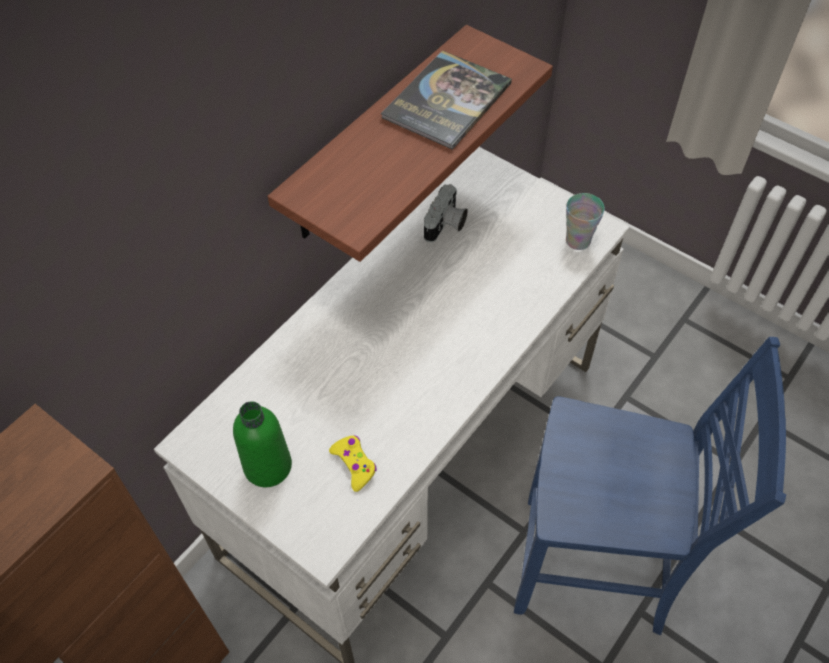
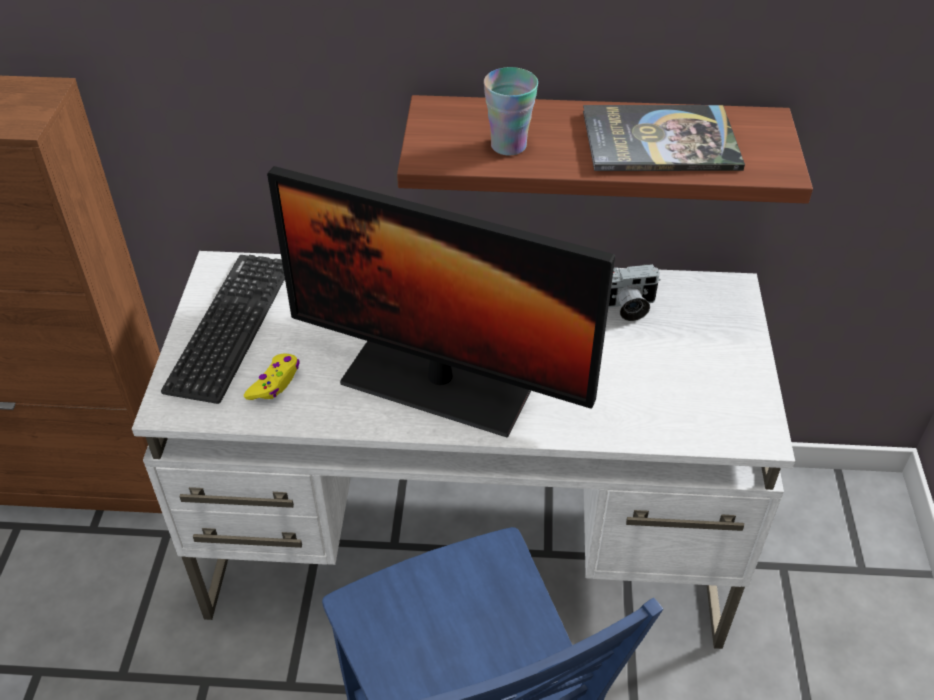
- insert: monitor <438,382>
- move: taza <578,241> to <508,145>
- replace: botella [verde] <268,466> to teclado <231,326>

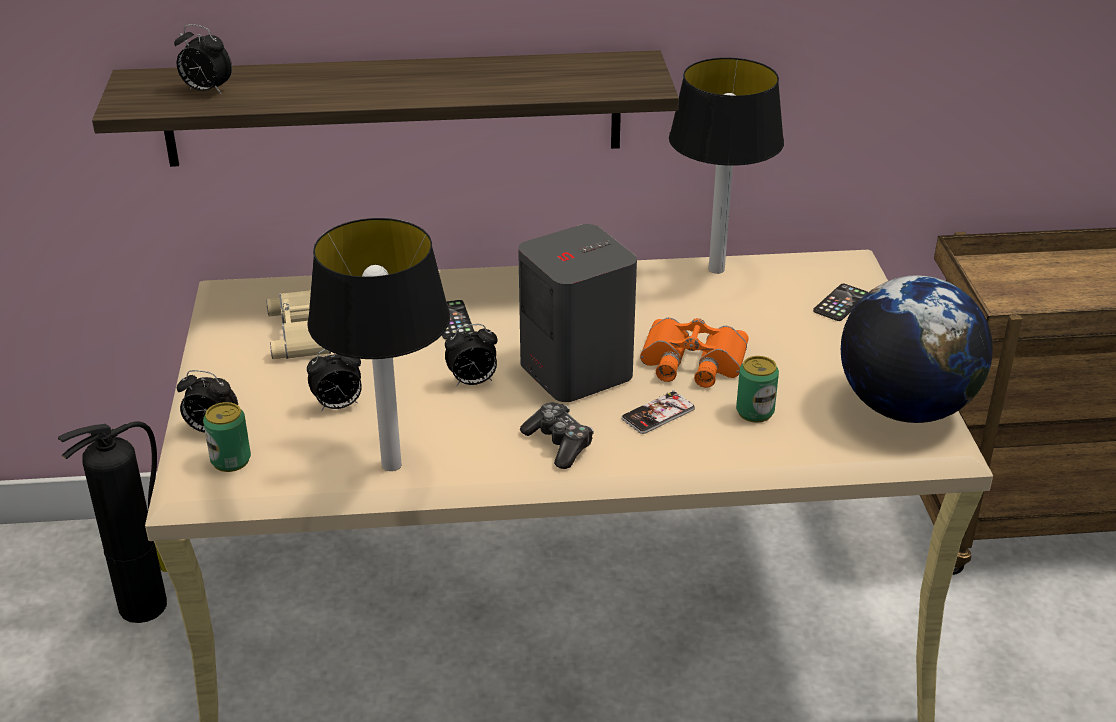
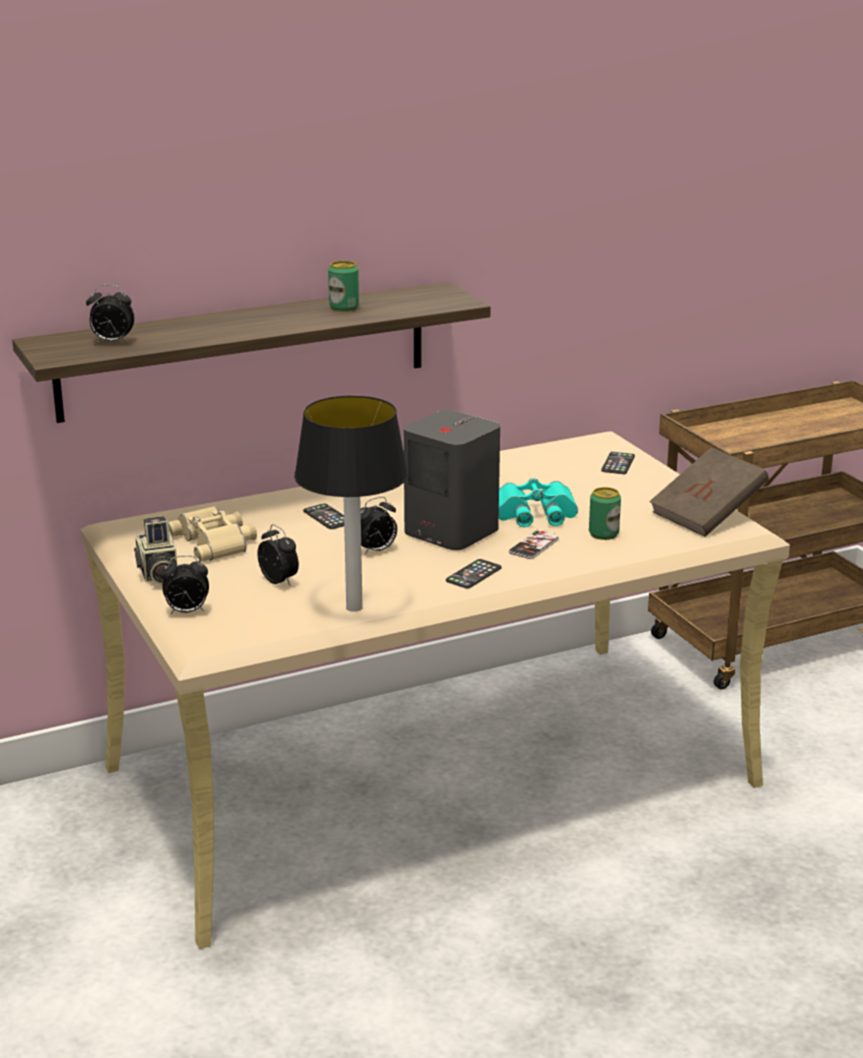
- delete: extintor <146,605>
- delete: lámpara de mesa <717,269>
- insert: cámara <157,574>
- move: lata <231,460> to <344,307>
- replace: mando de consola <559,444> to móvil <473,574>
- replace: globo terráqueo <904,408> to libro [marrón] <707,515>
- recolor: prismáticos [naranja] <691,362> to prismáticos [turquesa] <534,513>
- rotate: despertador <338,406> = <280,581> 90 degrees counterclockwise

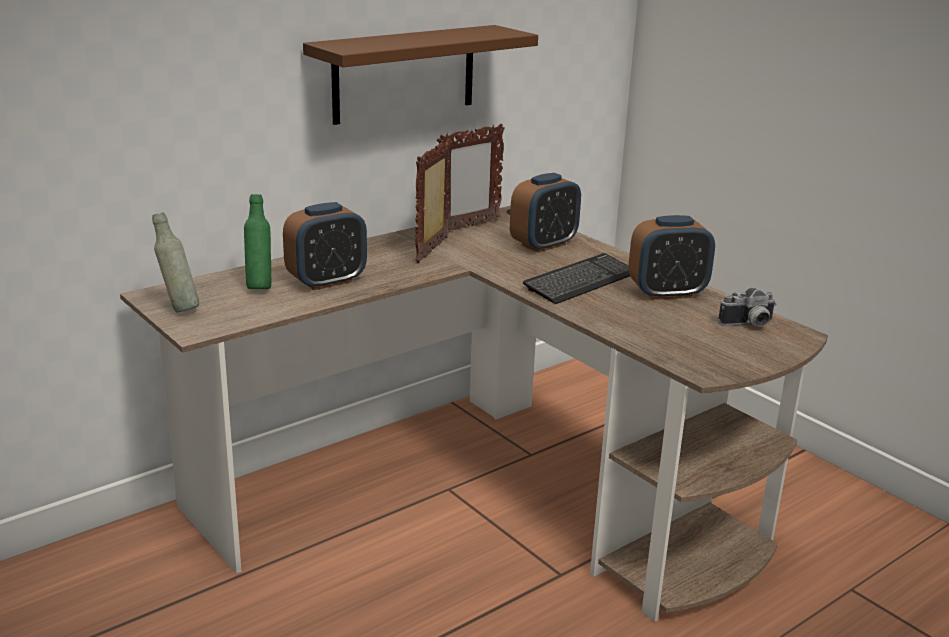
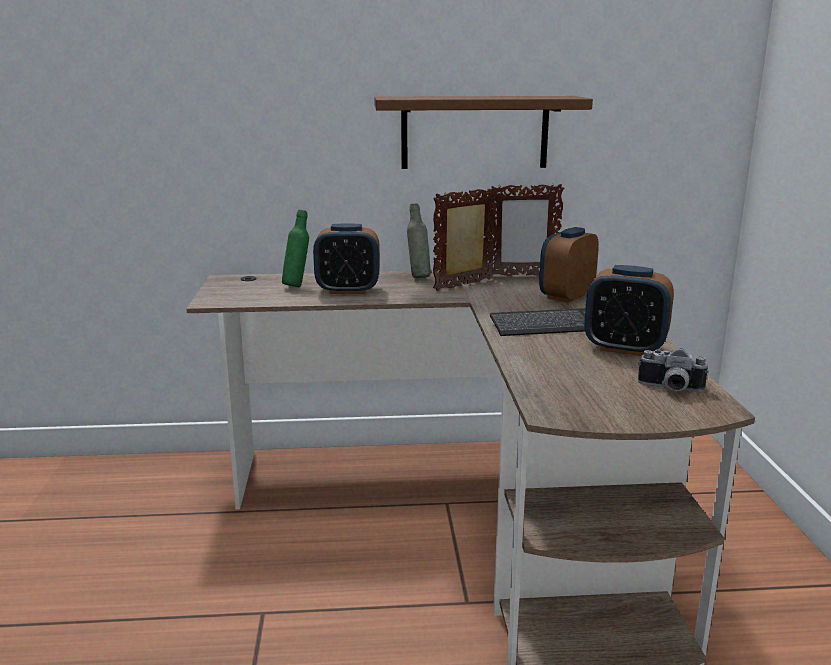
- move: botella [gris] <179,309> to <418,277>
- rotate: despertador <543,245> = <566,296> 135 degrees clockwise

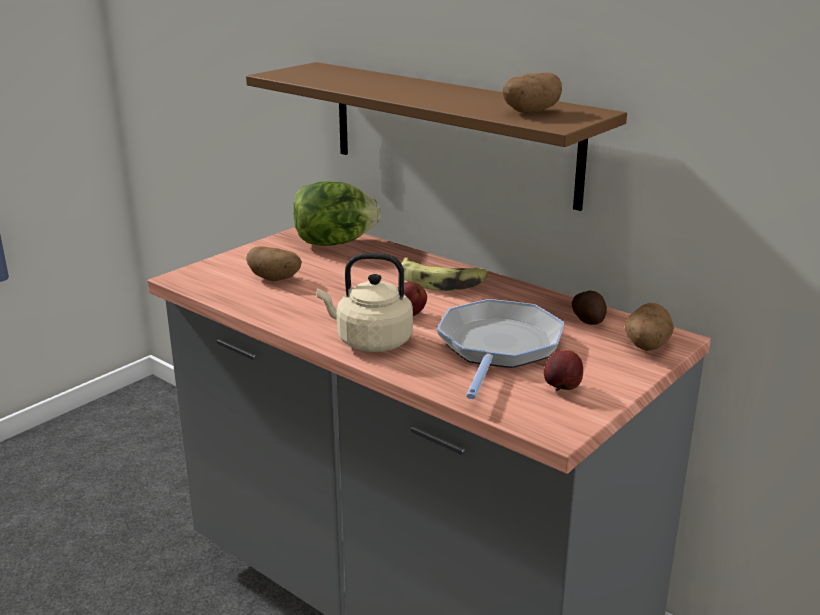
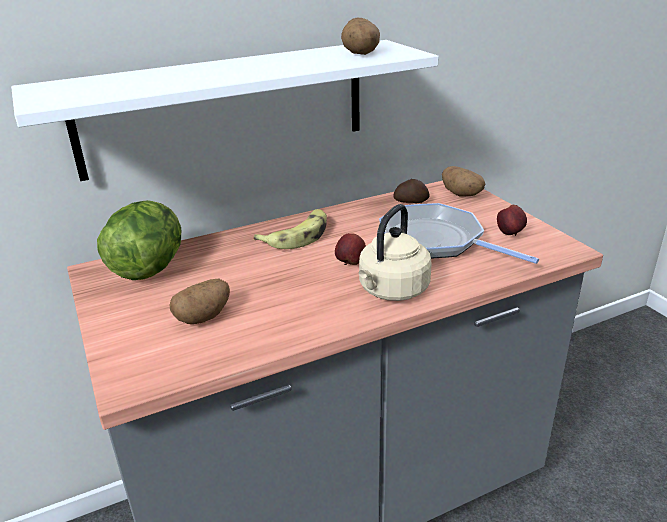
- recolor: estante [marrón] <451,132> to estante [blanco] <225,108>

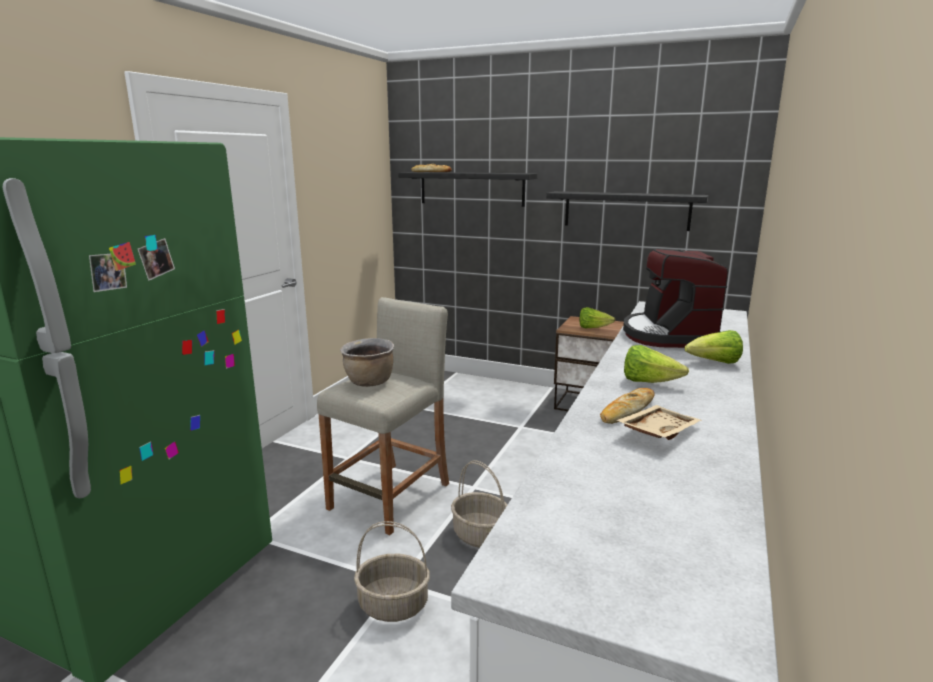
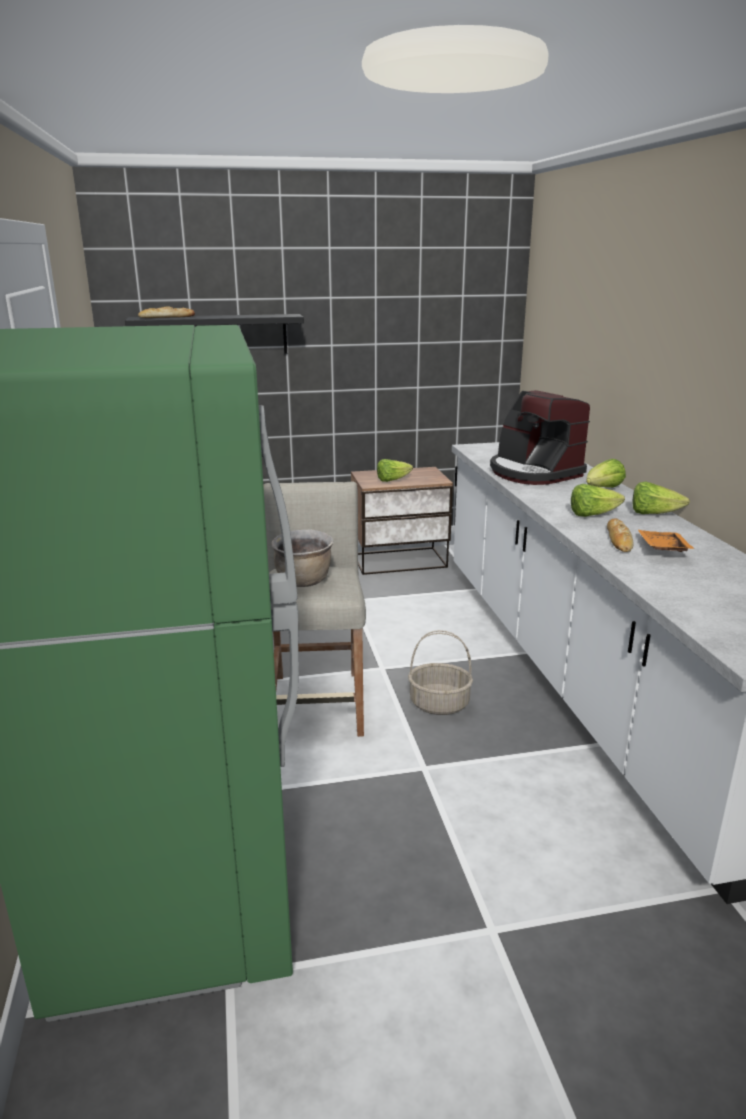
- delete: cesta <394,604>
- delete: estante [negro] <626,210>
- insert: lechuga <653,514>
- recolor: bandeja [beis] <657,431> to bandeja [naranja] <661,549>

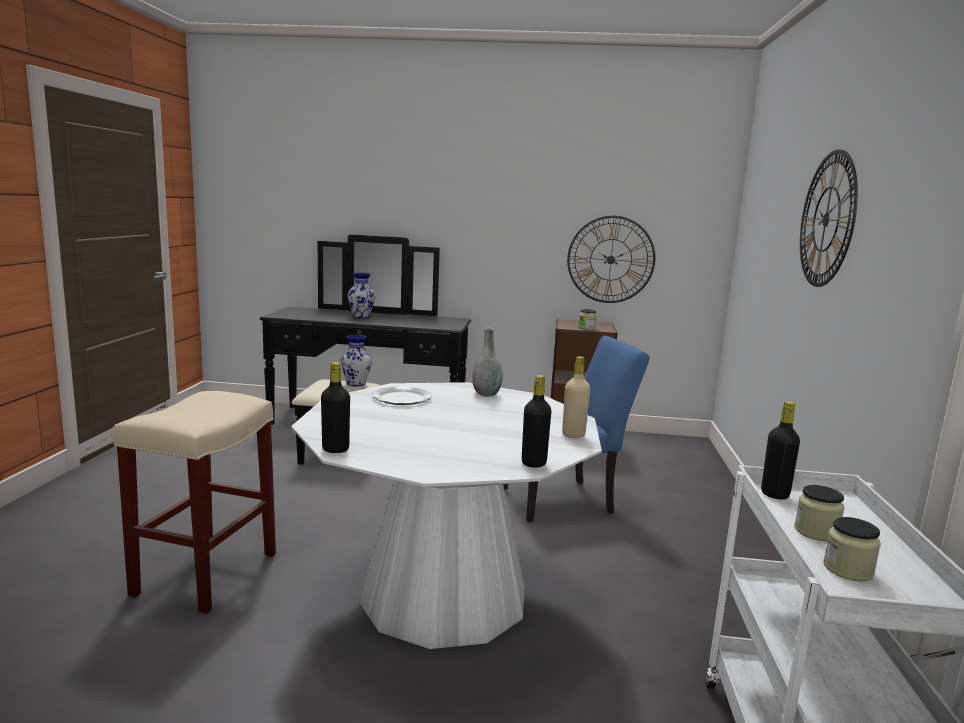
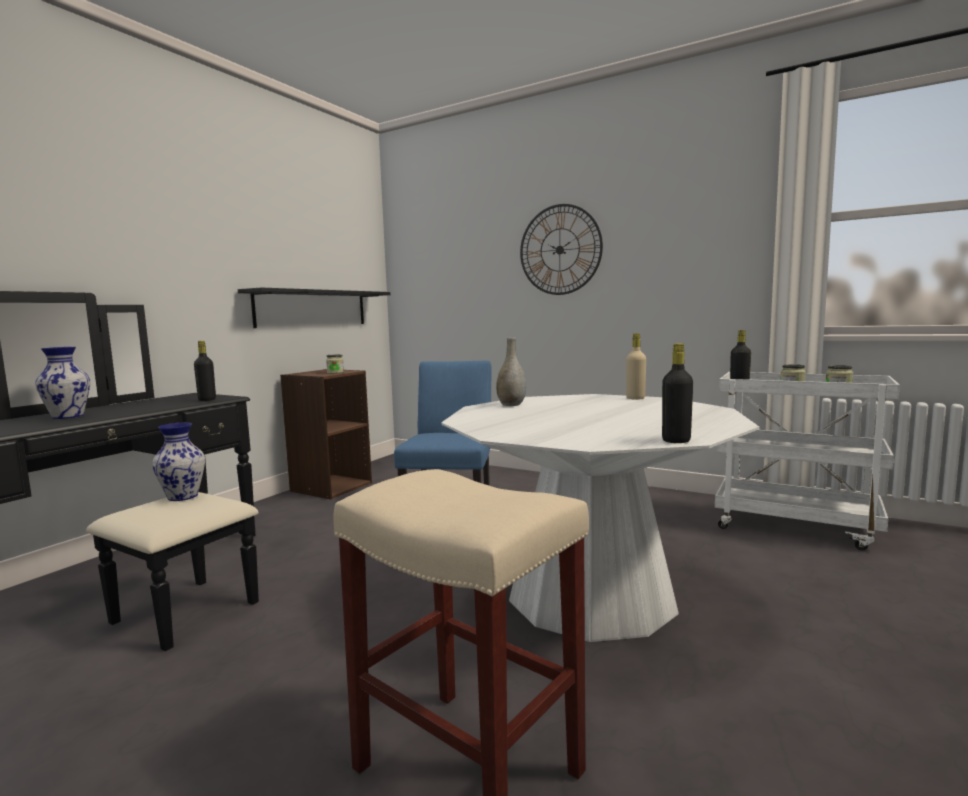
- delete: plato <402,398>
- move: botella [negro] <534,463> to <207,400>
- replace: reloj de pared <611,259> to estante [negro] <312,308>

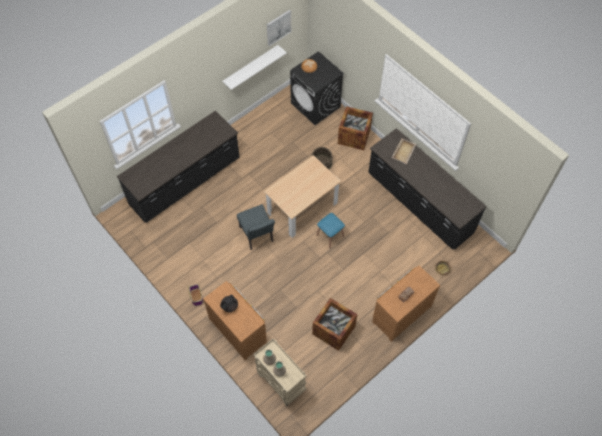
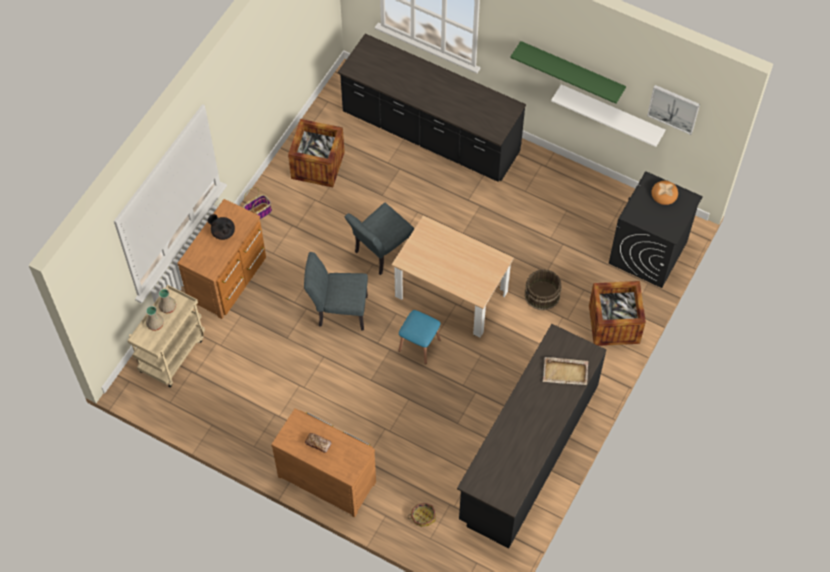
- insert: silla [gris] <338,310>
- insert: estante [verde] <571,70>
- move: caja de embalaje <333,330> to <317,165>

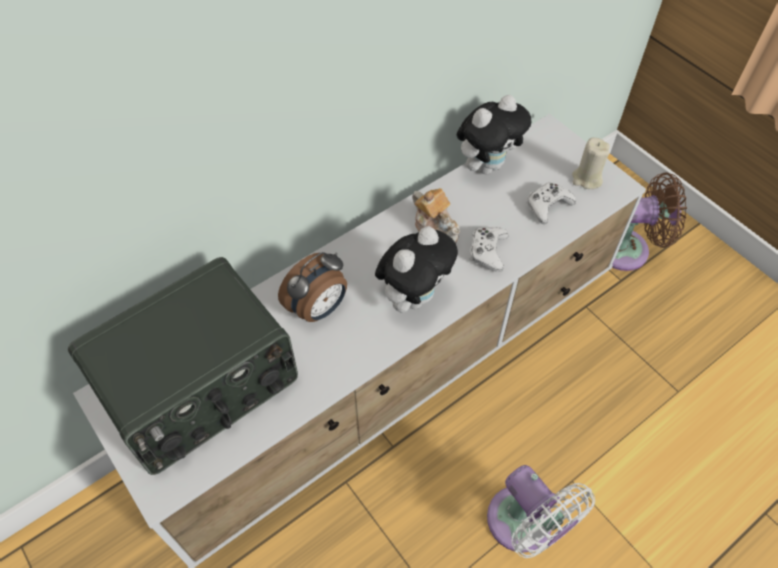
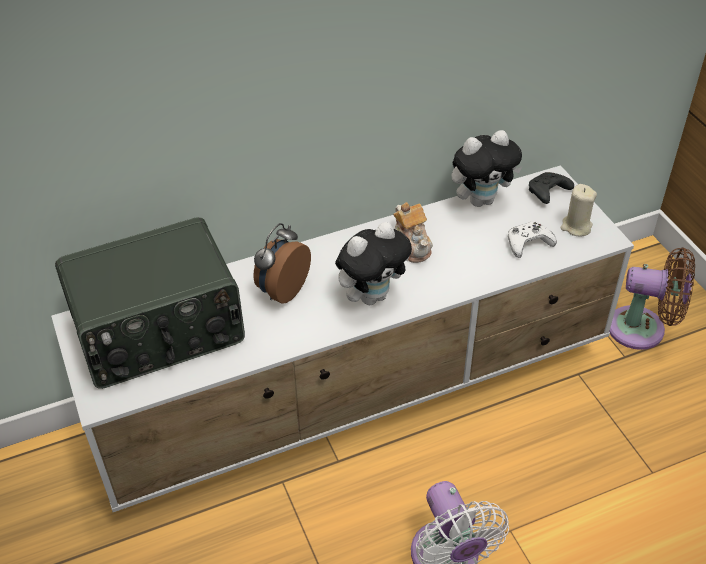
- delete: mando de consola [blanco] <487,251>
- insert: mando de consola [negro] <547,193>
- rotate: despertador <318,309> = <282,290> 150 degrees clockwise

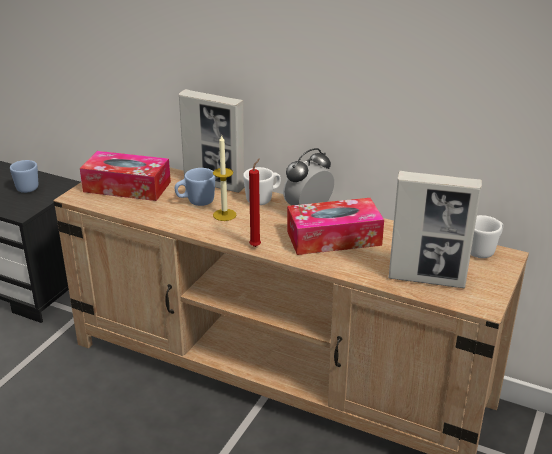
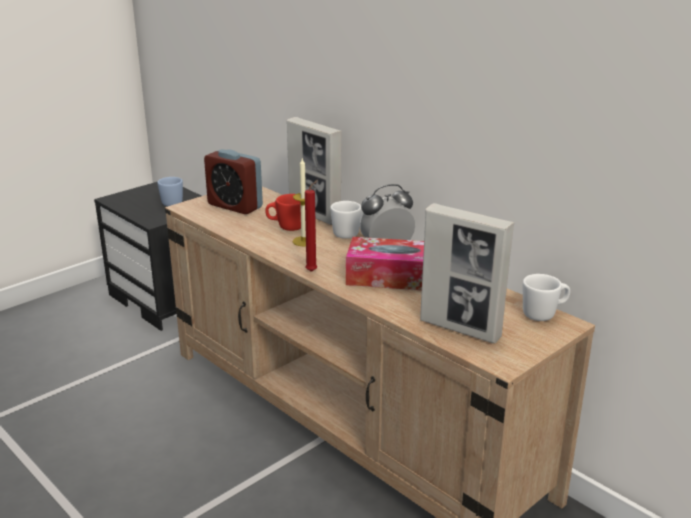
- replace: caja de pañuelos <127,187> to despertador <235,206>
- recolor: taza grande [azul] <196,202> to taza grande [rojo] <286,227>

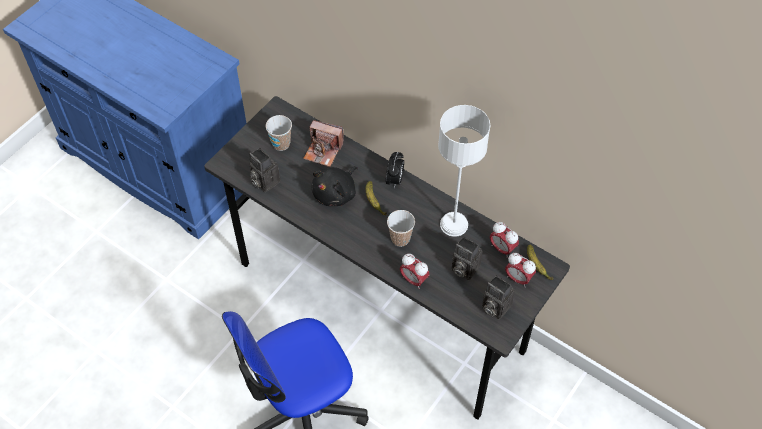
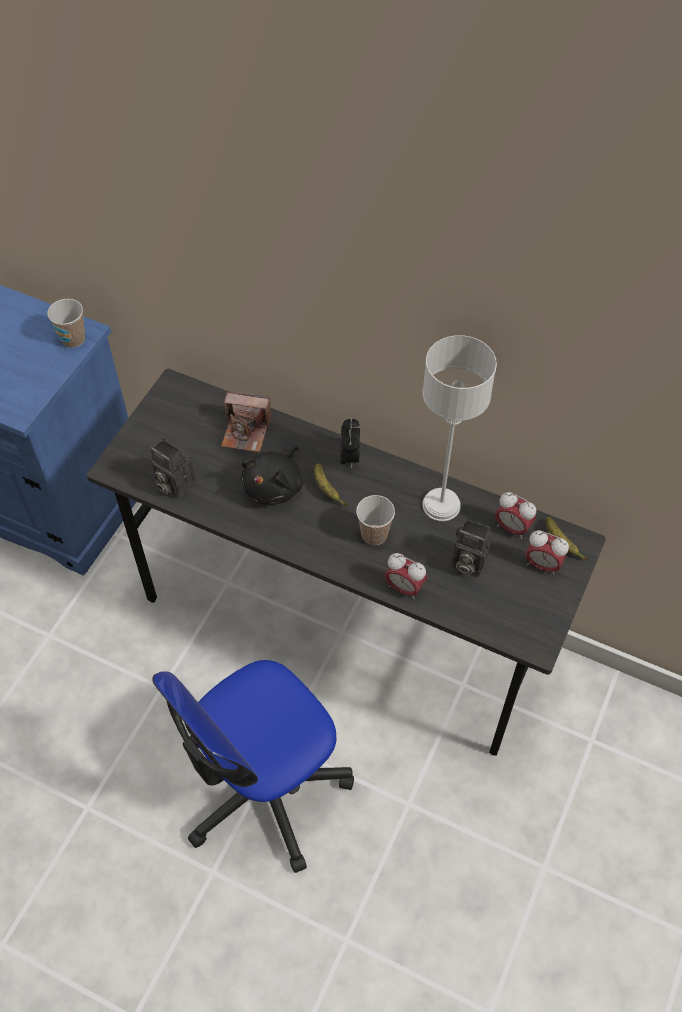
- delete: cámara <494,307>
- move: taza <281,144> to <73,339>

